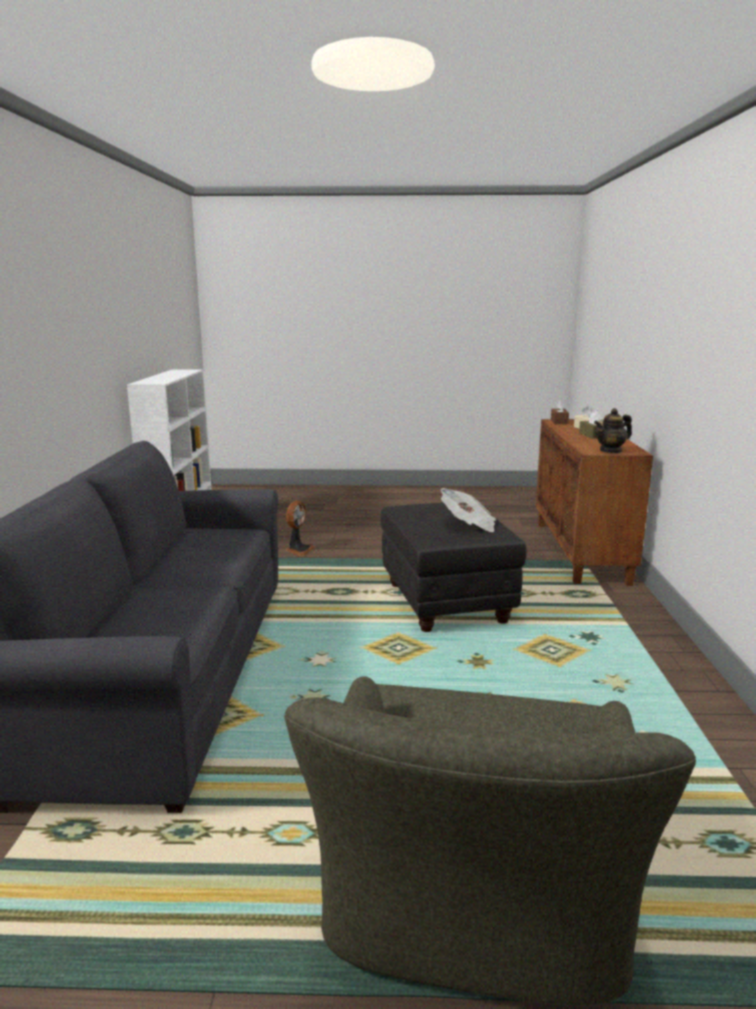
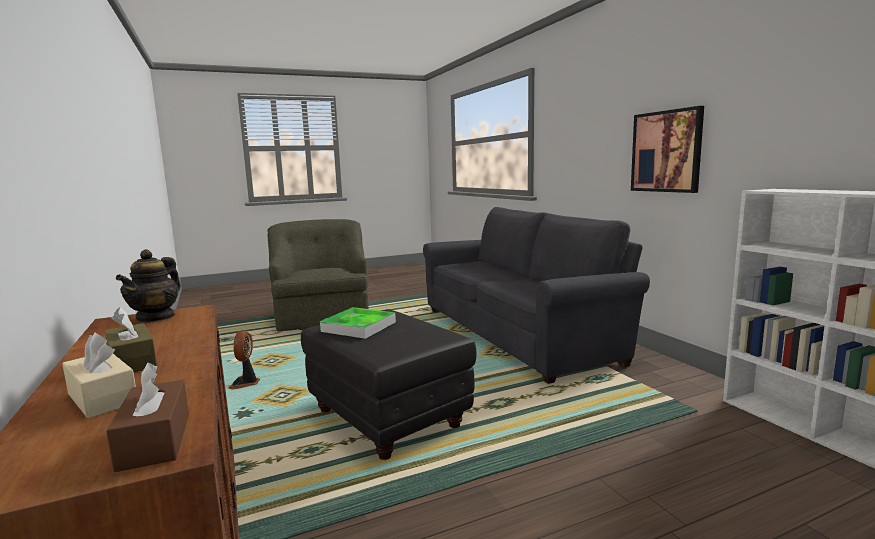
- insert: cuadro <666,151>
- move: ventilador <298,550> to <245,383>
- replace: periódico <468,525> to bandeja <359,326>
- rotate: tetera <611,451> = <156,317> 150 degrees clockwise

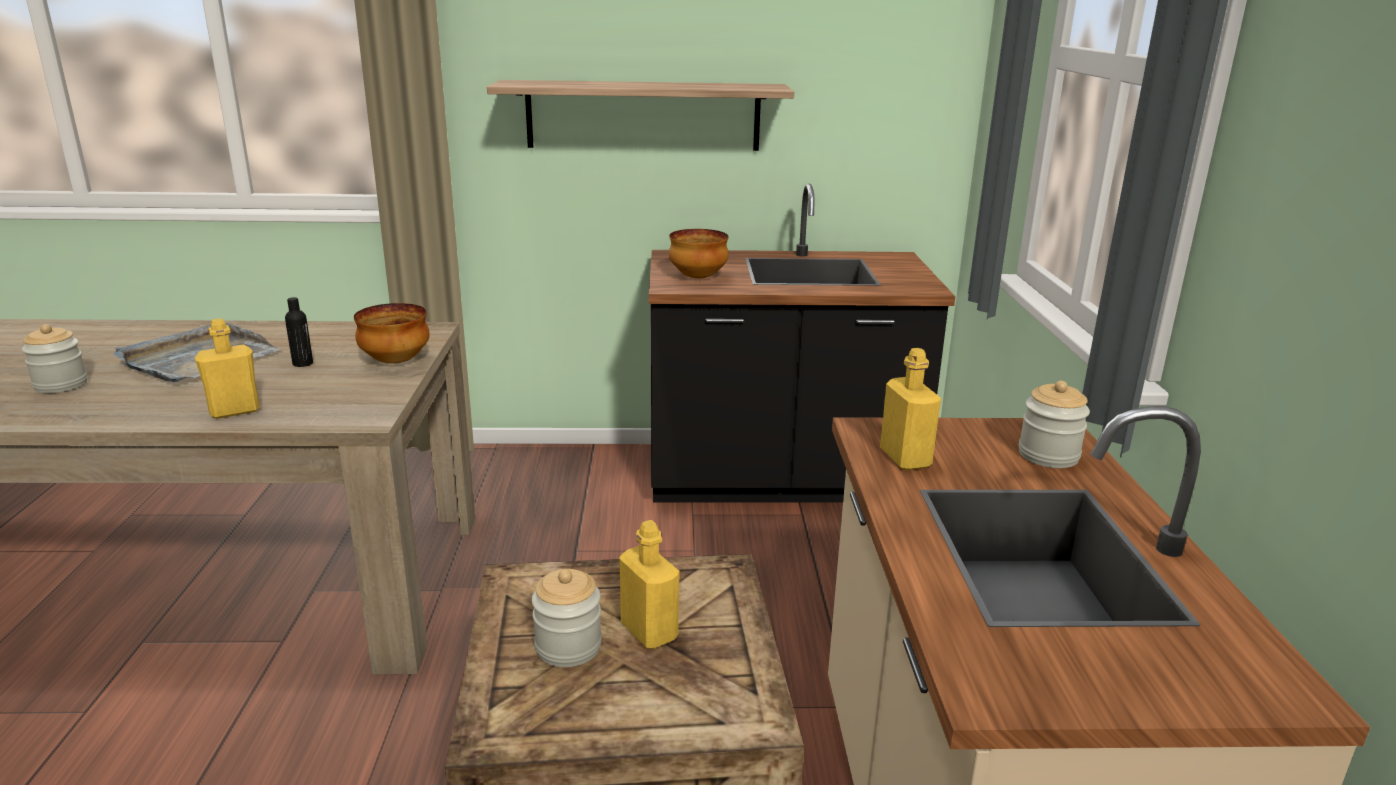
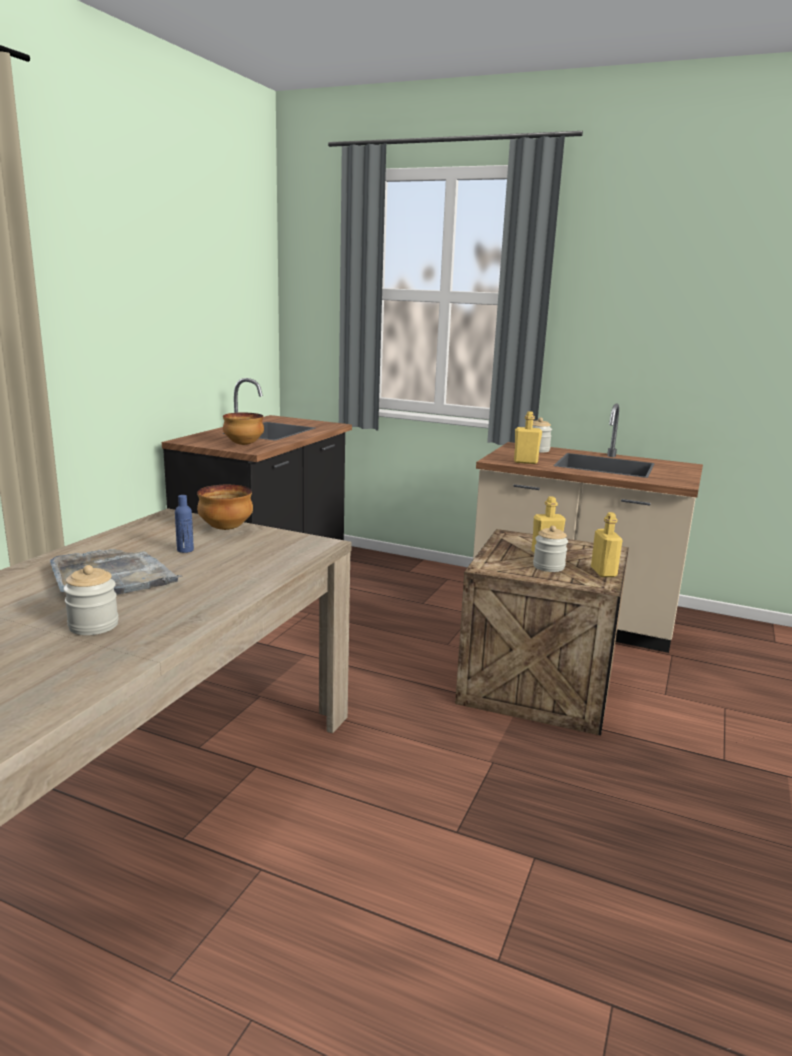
- delete: estante <643,115>
- move: botella [amarillo] <234,411> to <603,572>
- recolor: botella [negro] <303,363> to botella [azul] <185,550>

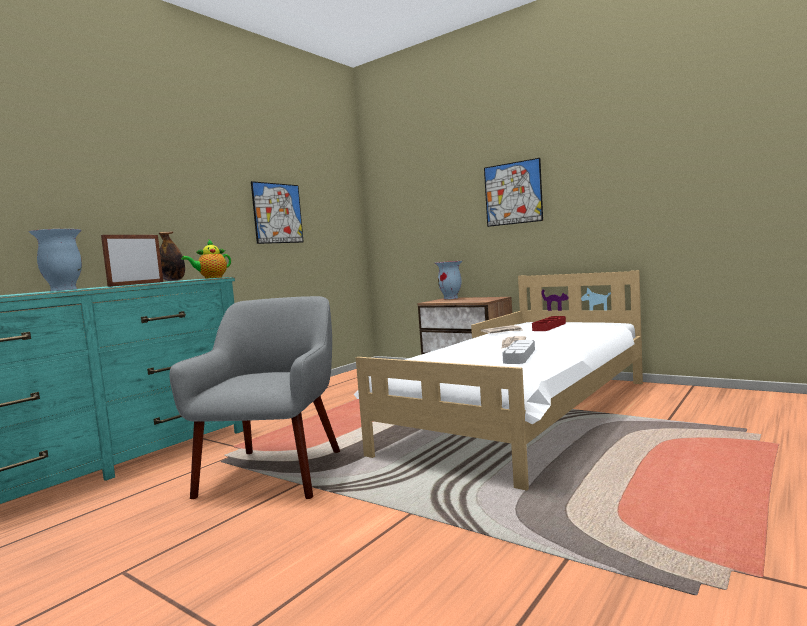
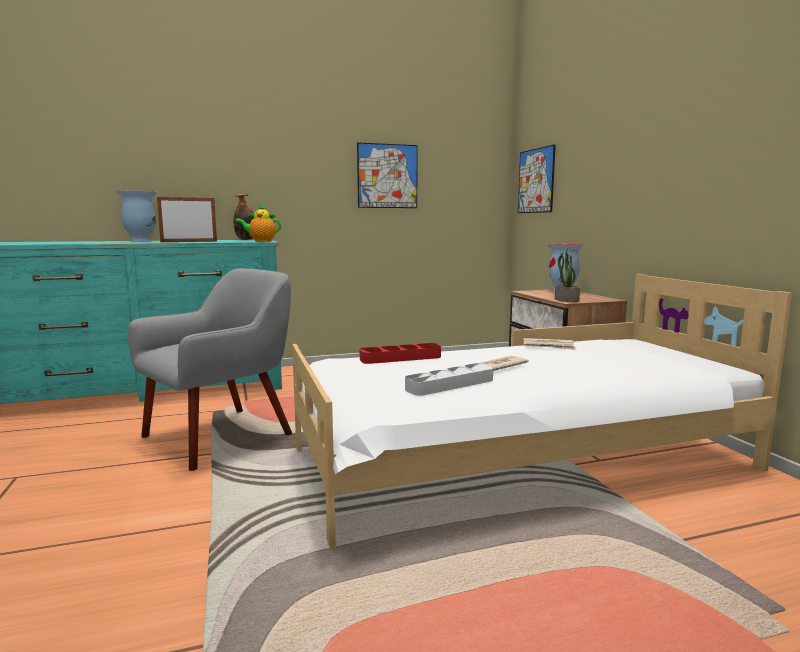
- insert: planta en maceta <566,300>
- move: cuadro <513,193> to <536,181>
- move: bandeja [rojo] <549,327> to <400,358>

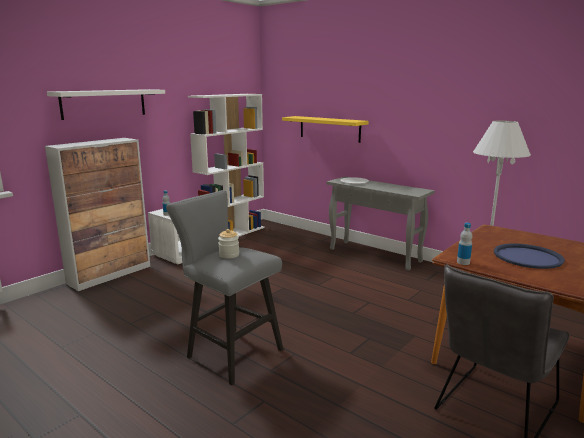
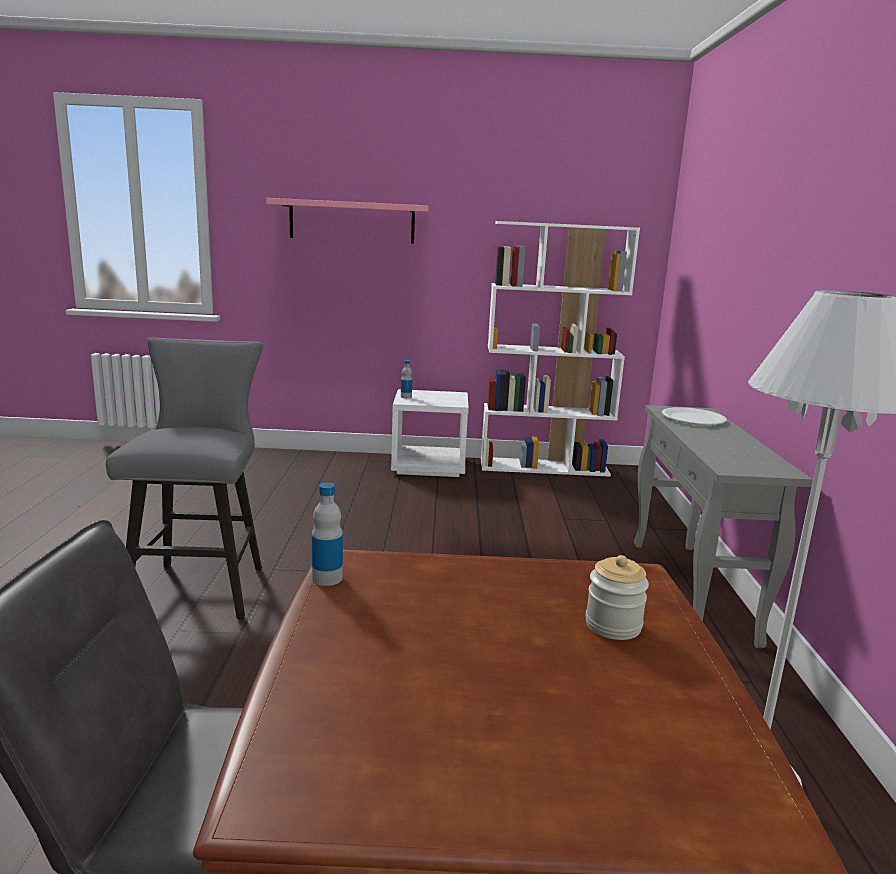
- delete: armario <110,274>
- delete: estante [amarillo] <329,129>
- delete: bandeja [azul] <527,257>
- move: tarro <229,255> to <613,625>
- recolor: estante [blanco] <104,103> to estante [rosa] <352,221>

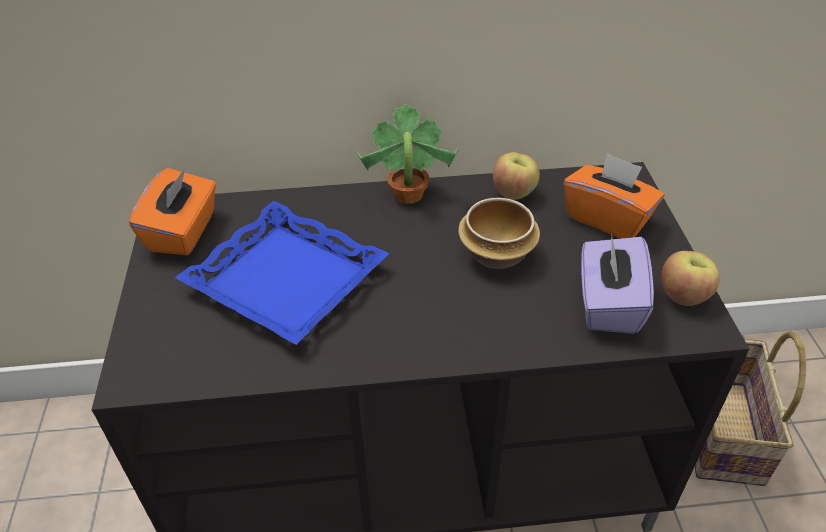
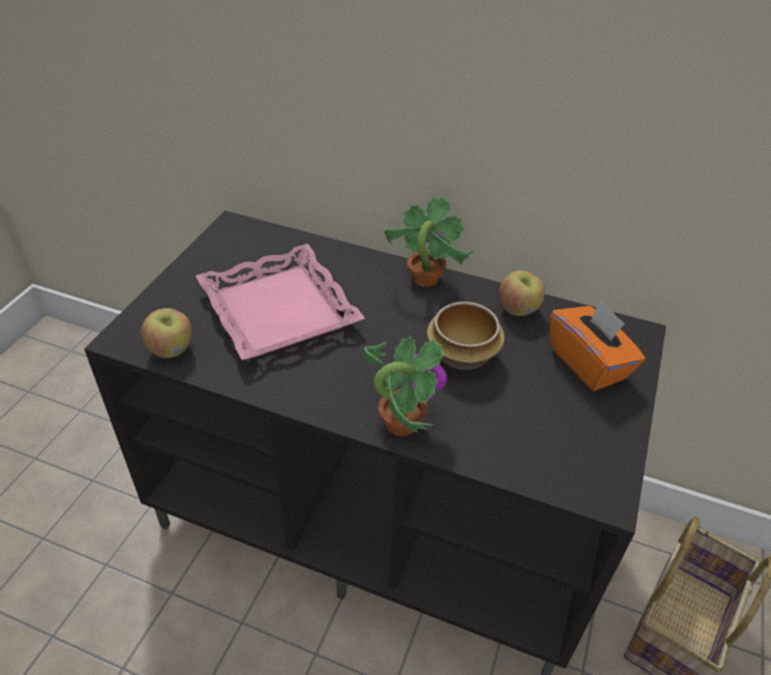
- delete: caja de pañuelos [naranja] <183,232>
- delete: caja de pañuelos [morado] <608,304>
- insert: planta en maceta <400,422>
- move: manzana <683,295> to <171,350>
- recolor: bandeja [azul] <287,279> to bandeja [rosa] <280,310>

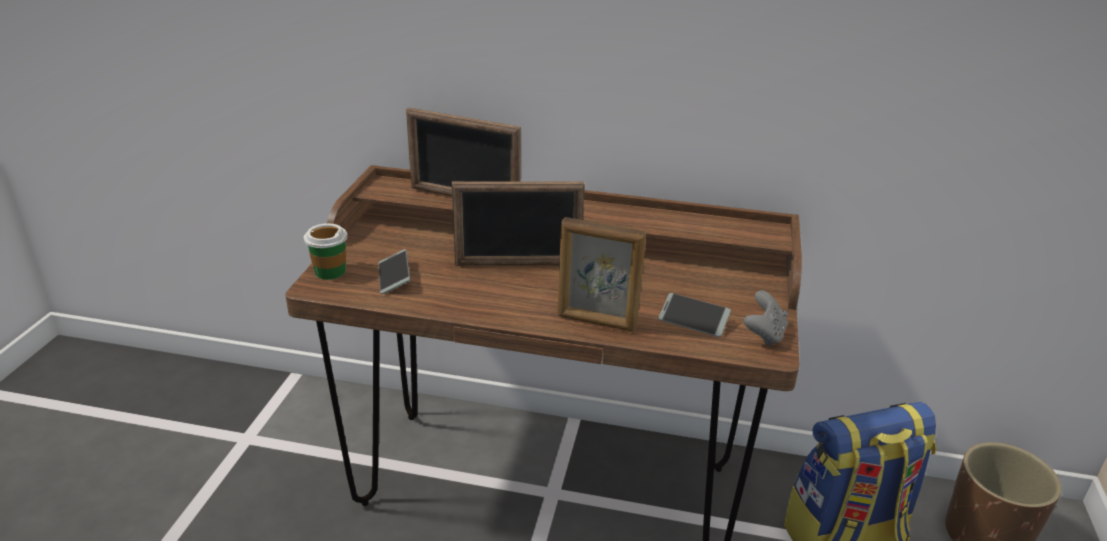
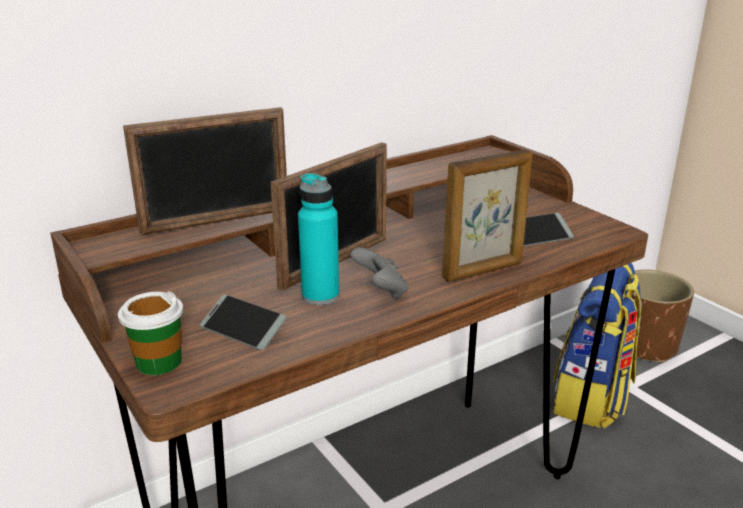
- insert: botella [turquesa] <320,296>
- move: mando de consola [gris] <764,334> to <381,292>

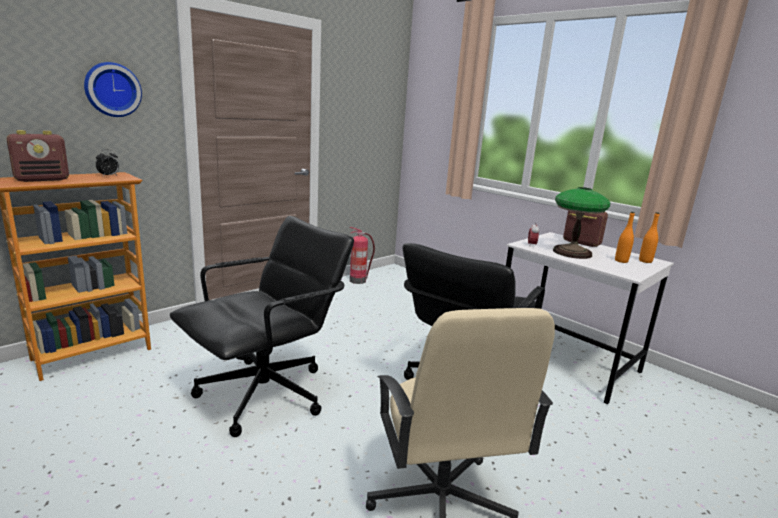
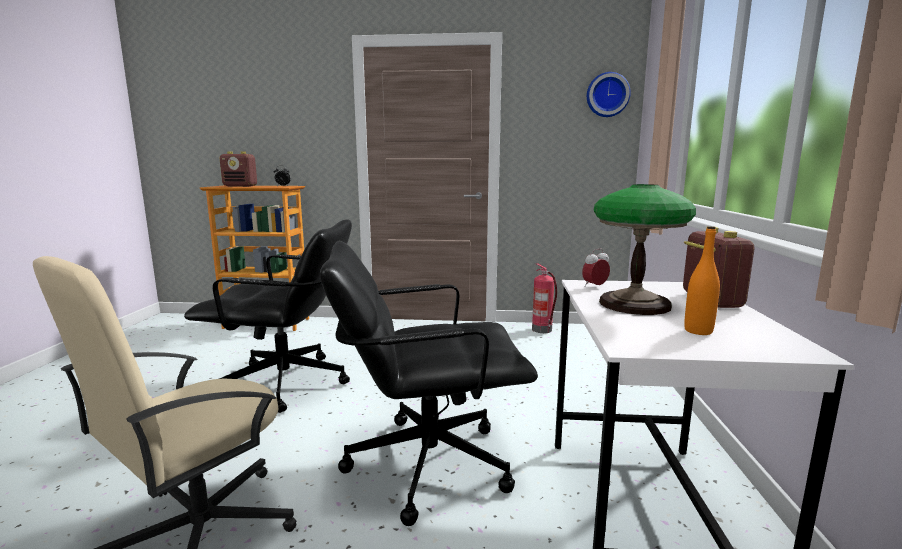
- delete: botella [naranja] <645,261>
- move: reloj de pared <112,89> to <607,95>

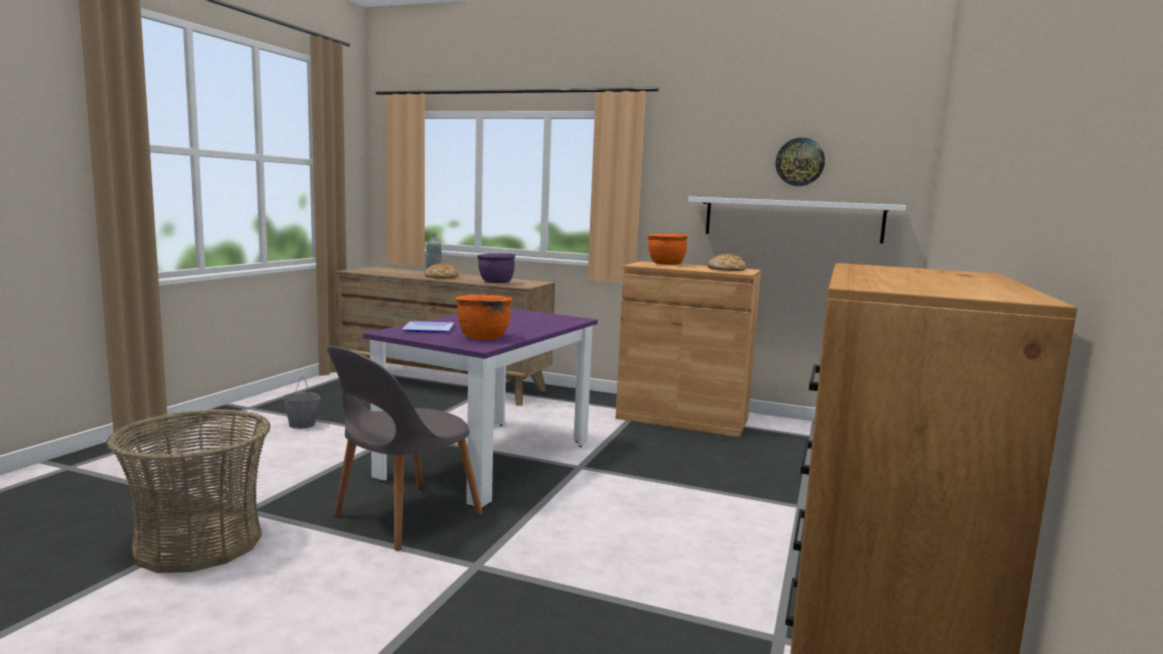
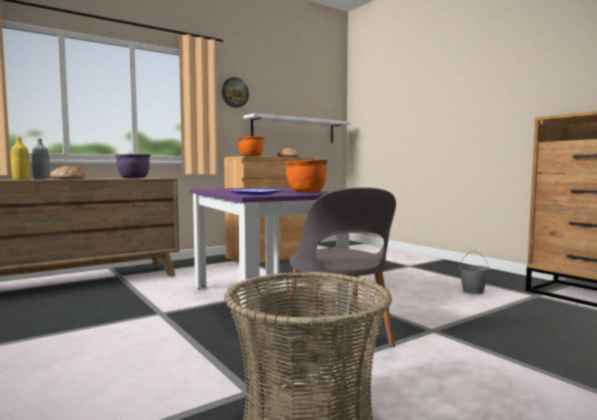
- insert: botella [amarillo] <21,179>
- move: cubo [gris] <302,425> to <473,291>
- move: reloj de pared <800,162> to <234,92>

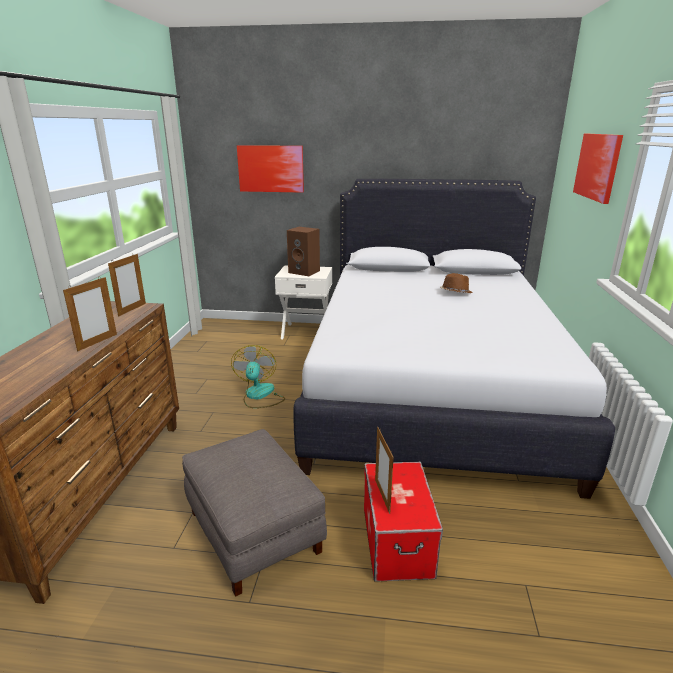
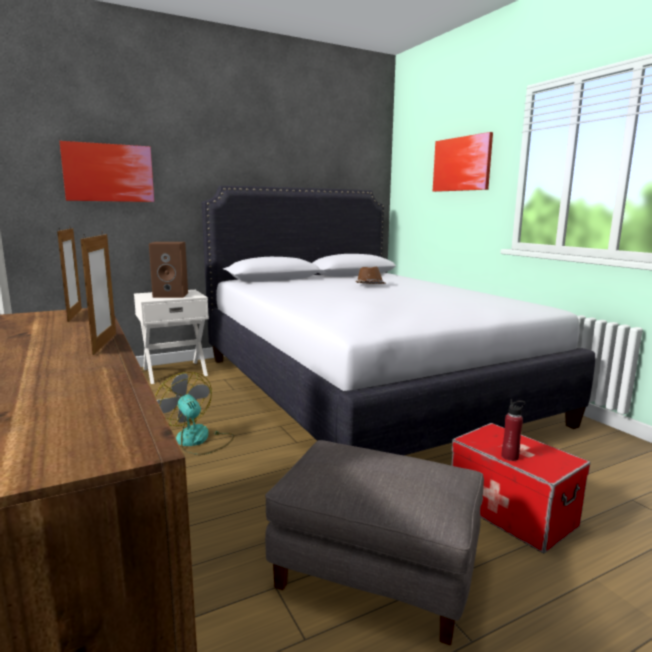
- replace: portarretratos <382,496> to botella [rojo] <510,456>

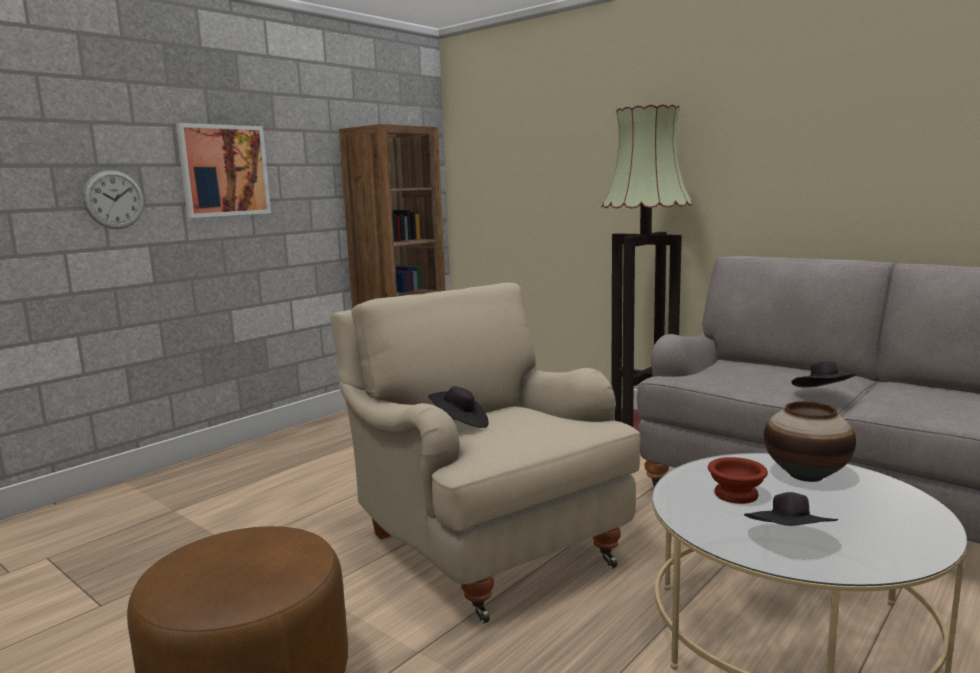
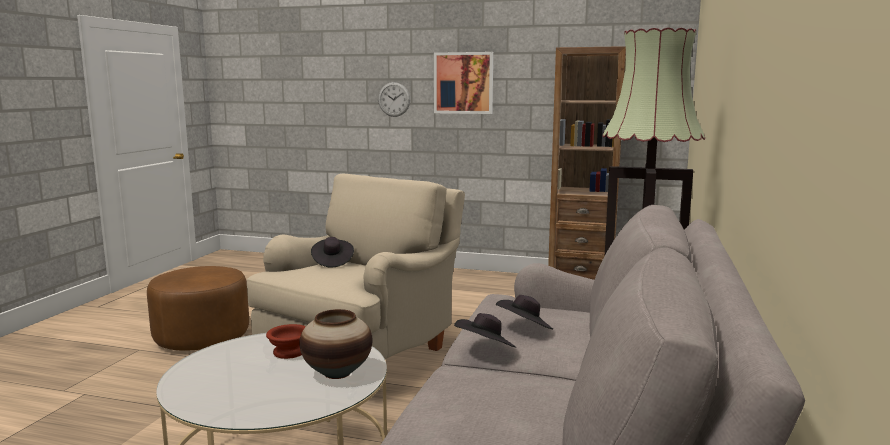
- move: sombrero [negro] <790,540> to <525,328>

